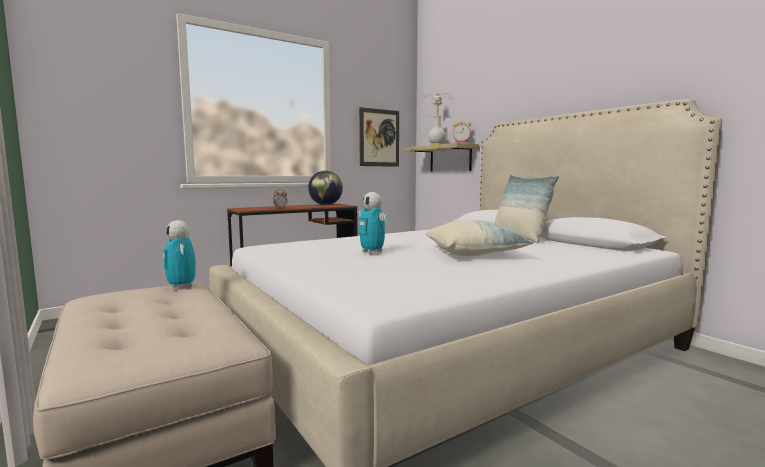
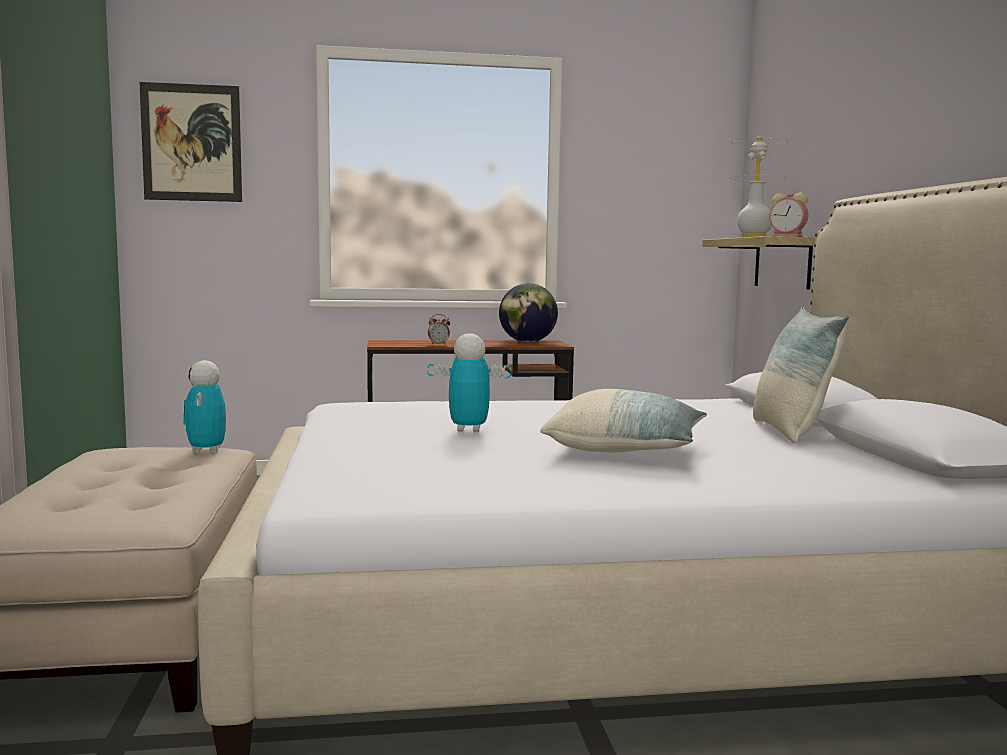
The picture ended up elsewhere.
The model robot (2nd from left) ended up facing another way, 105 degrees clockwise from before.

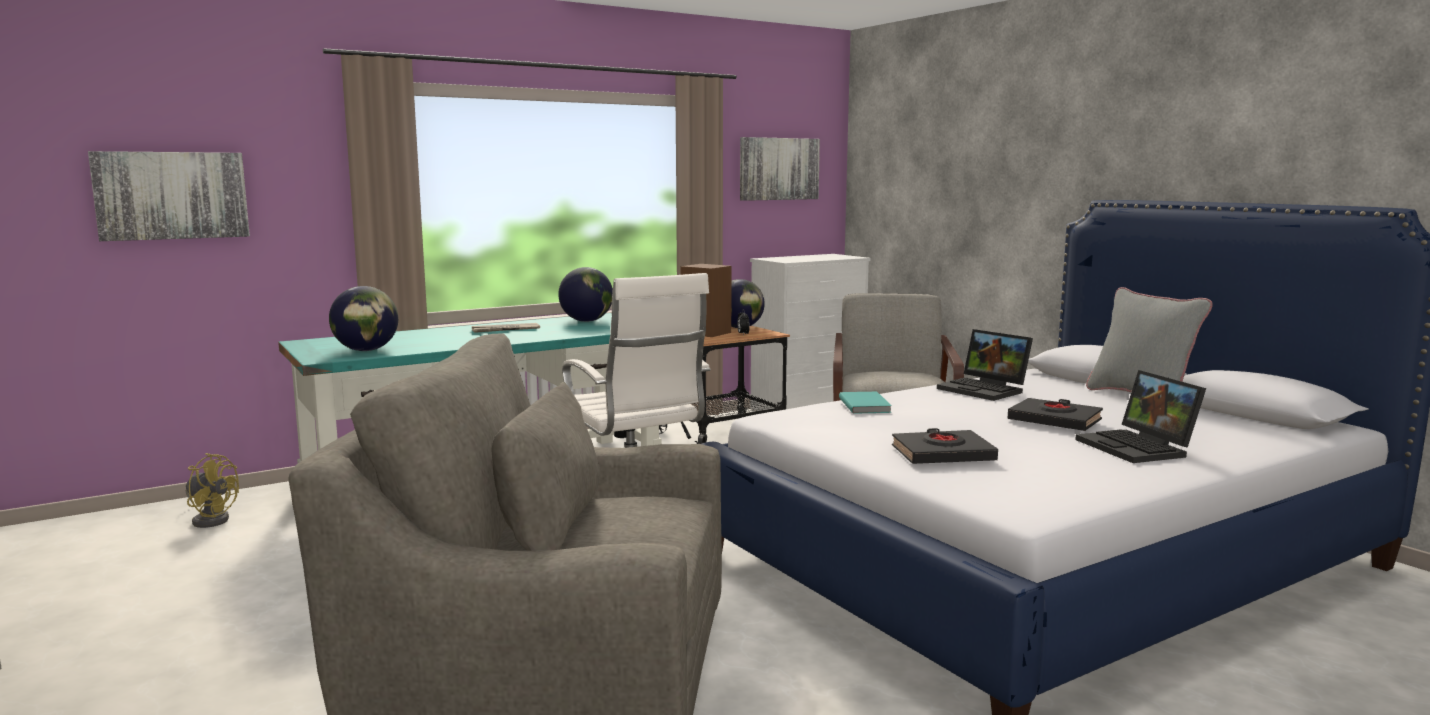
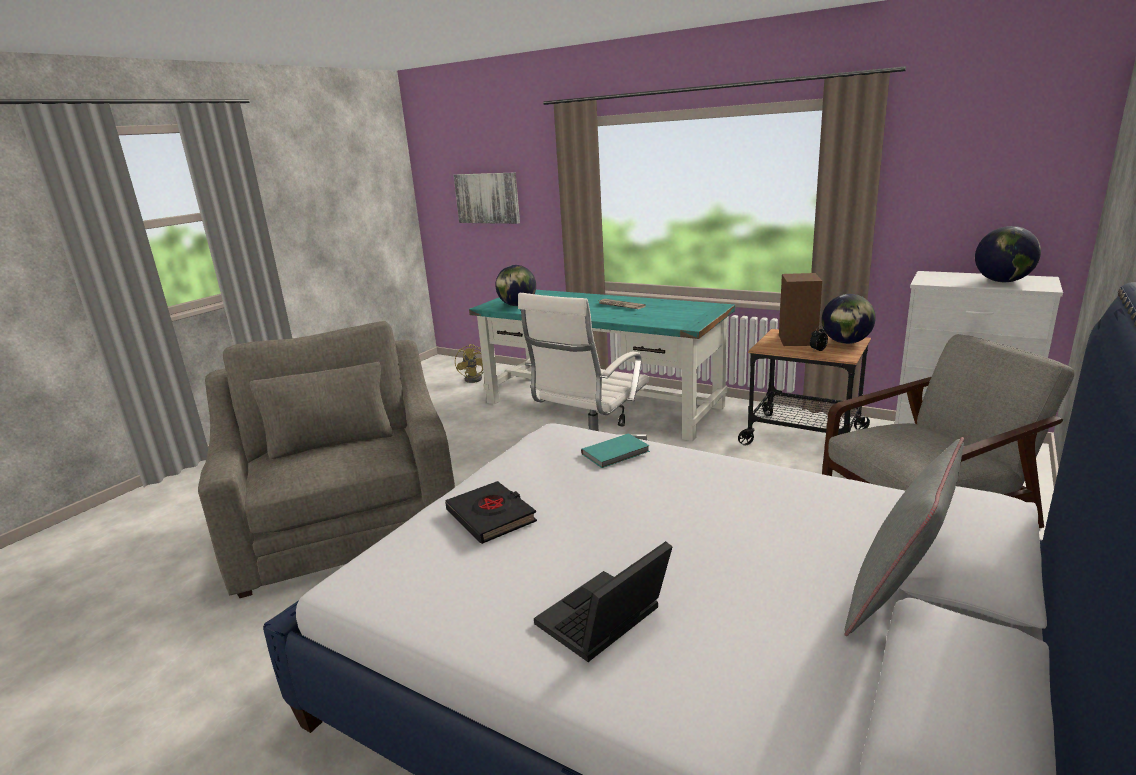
The second view lost the picture (2nd from left).
The second view lost the laptop (1st from left).
The second view lost the volume/black (2nd from left).
The world globe (2nd from left in the first image) ended up elsewhere.

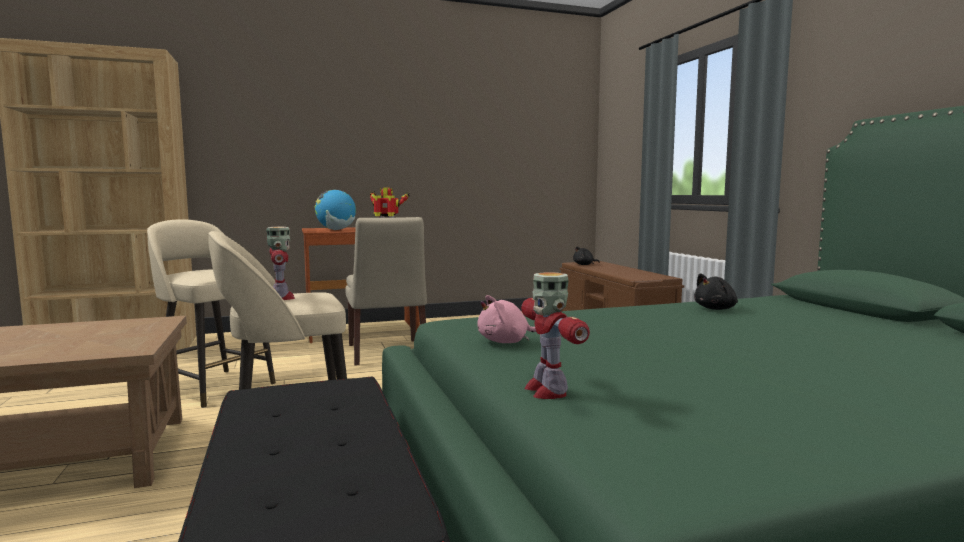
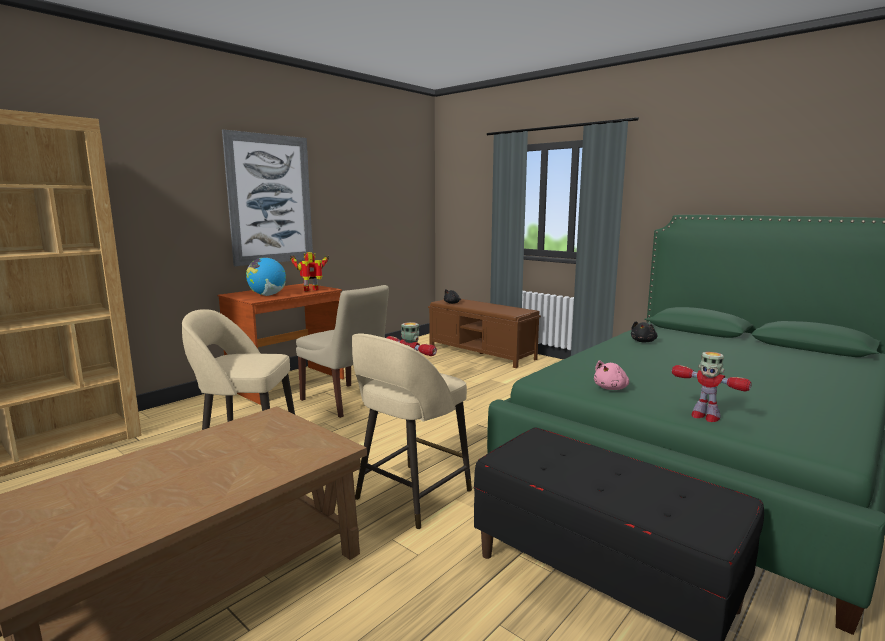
The second view gained the picture.

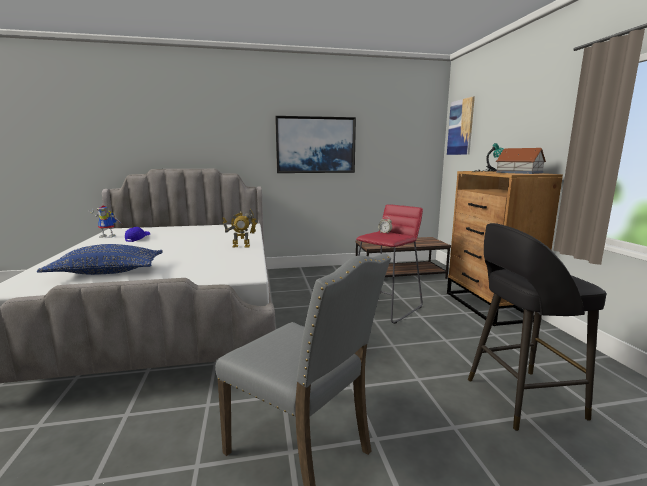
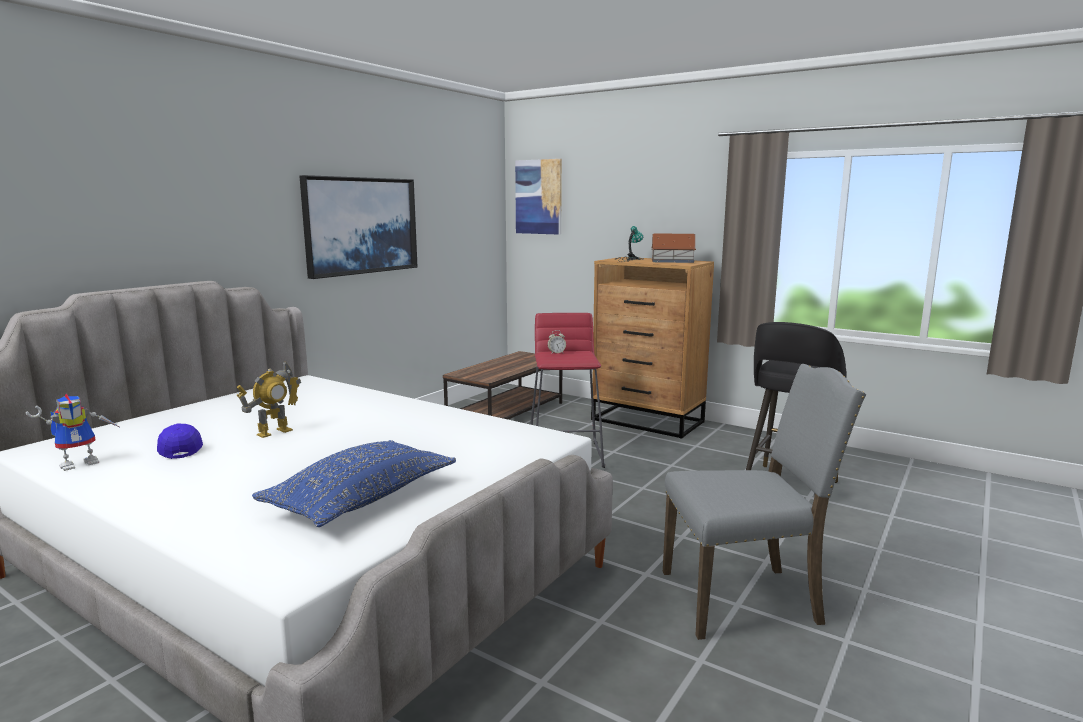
The model robot (2nd from left) ended up elsewhere.

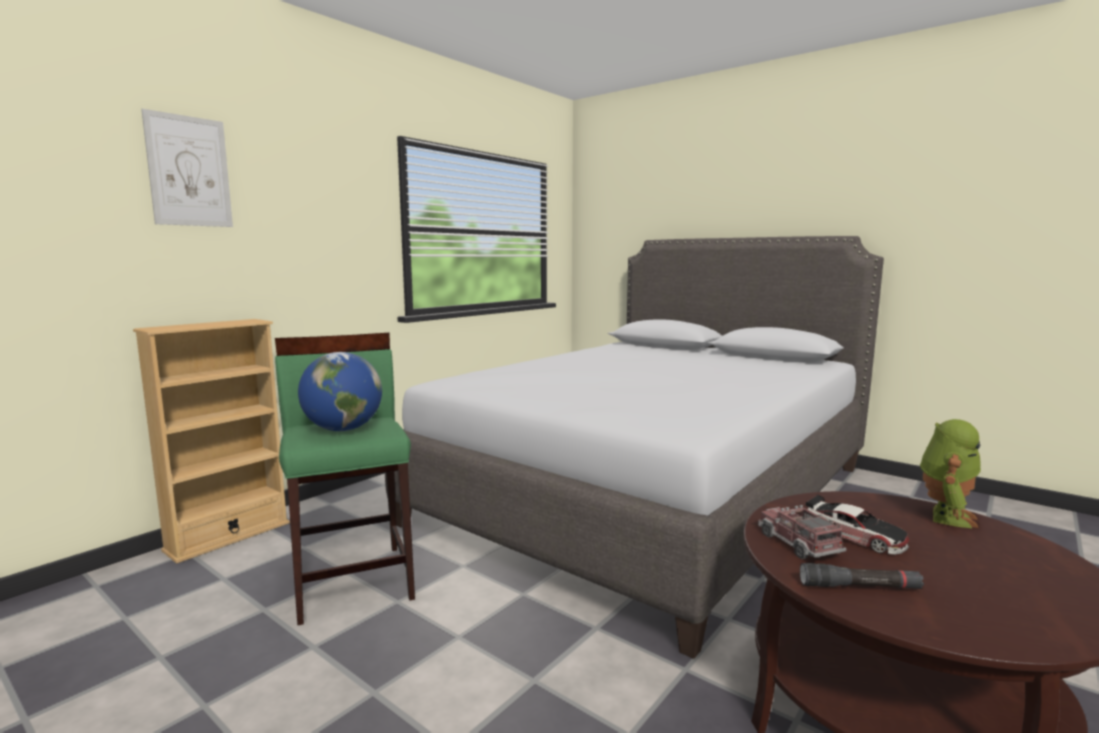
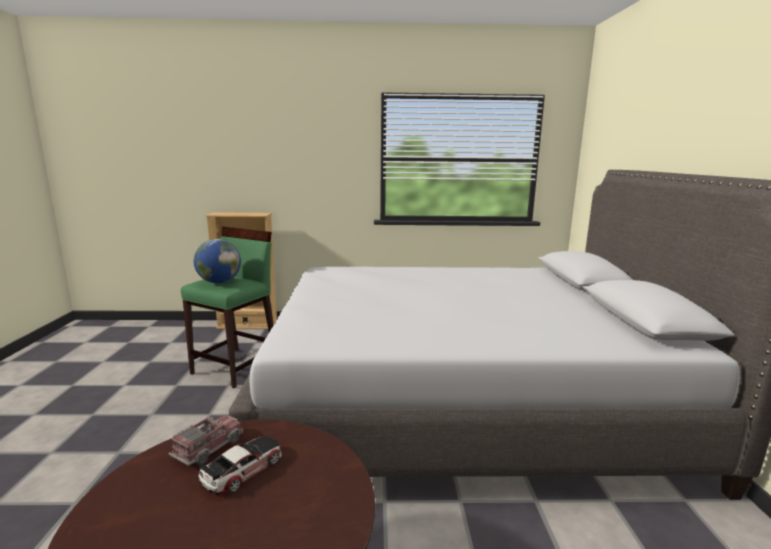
The second view lost the picture.
The second view lost the flashlight/black.
The second view lost the model robot.
The miniature car ended up facing another way, 150 degrees counterclockwise from before.

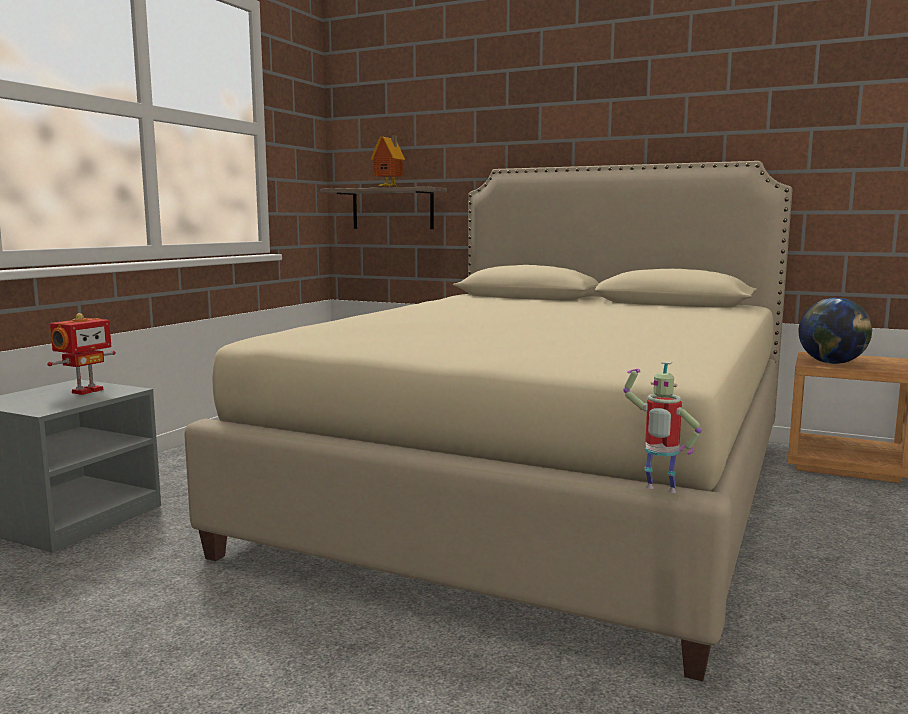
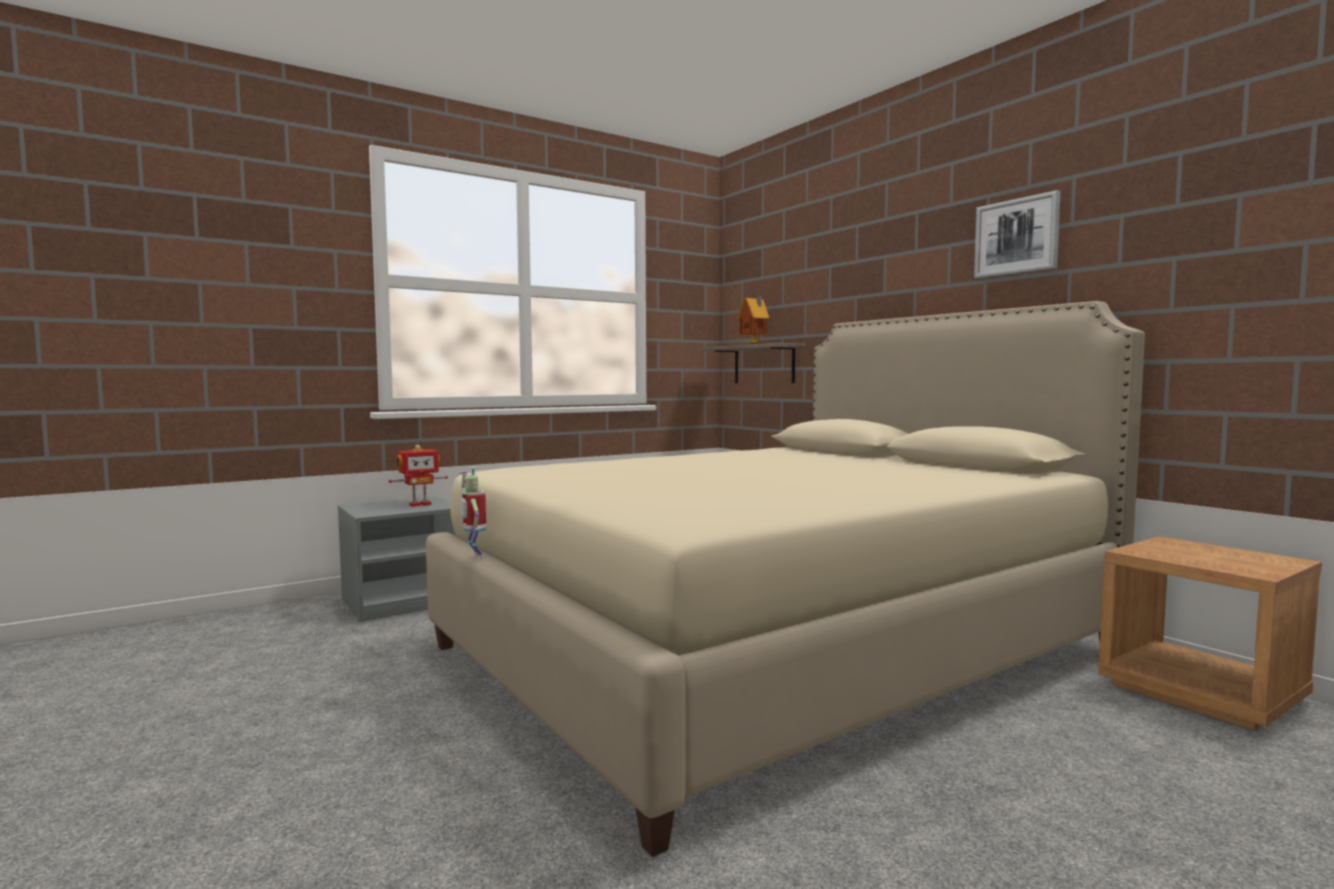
The second view lost the world globe.
The second view gained the picture.
The model robot (2nd from left) ended up elsewhere.

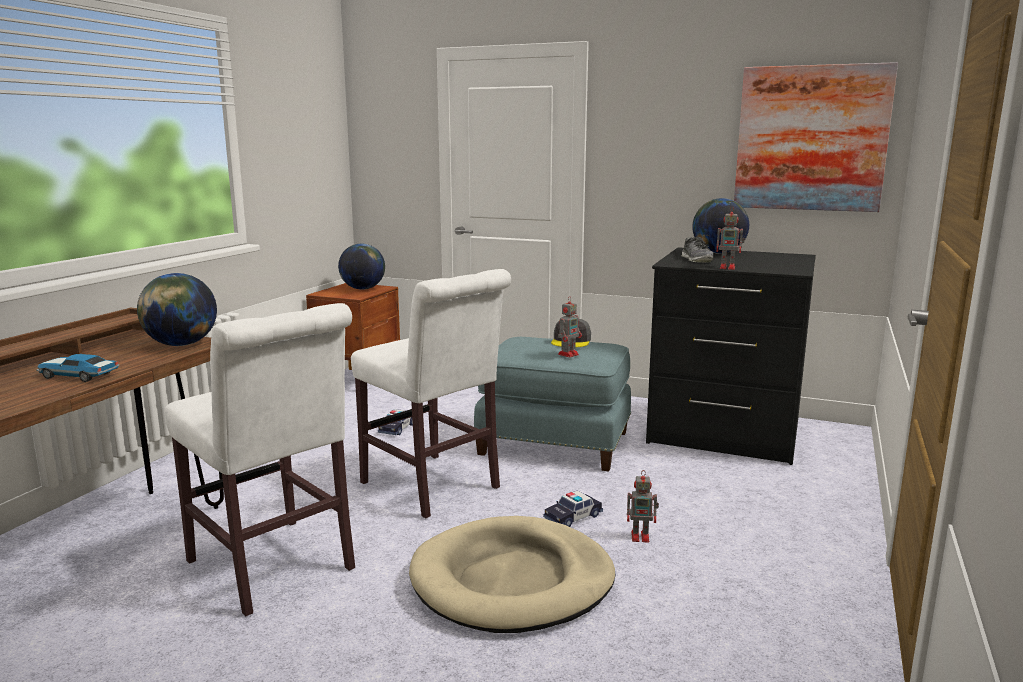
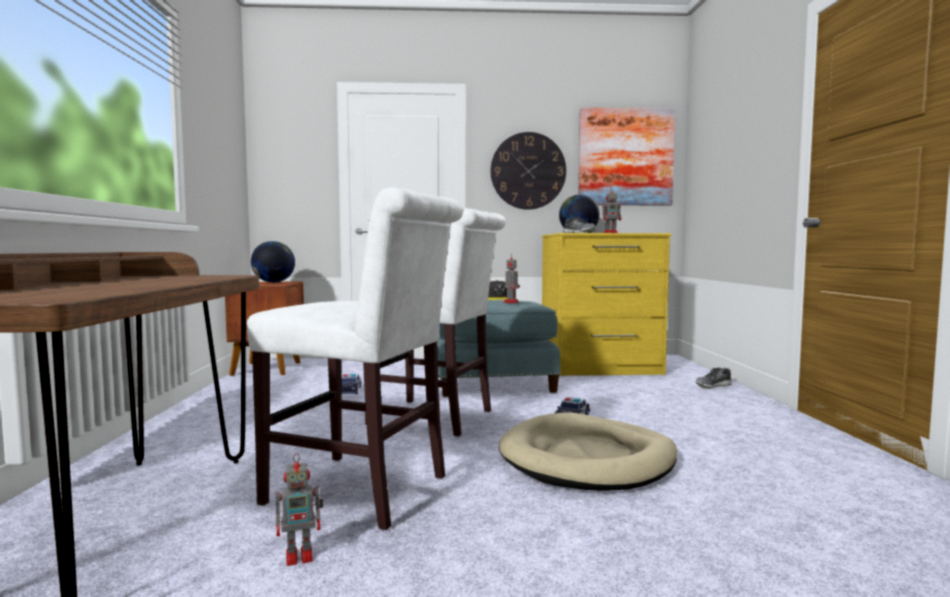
The second view lost the miniature car (1st from left).
The second view lost the world globe (1st from left).
The second view gained the hanging clock.
The second view gained the item of footwear (2nd from left).
The model robot (2nd from left in the first image) ended up elsewhere.
What was the chest of drawers/black turned into the chest of drawers/yellow.

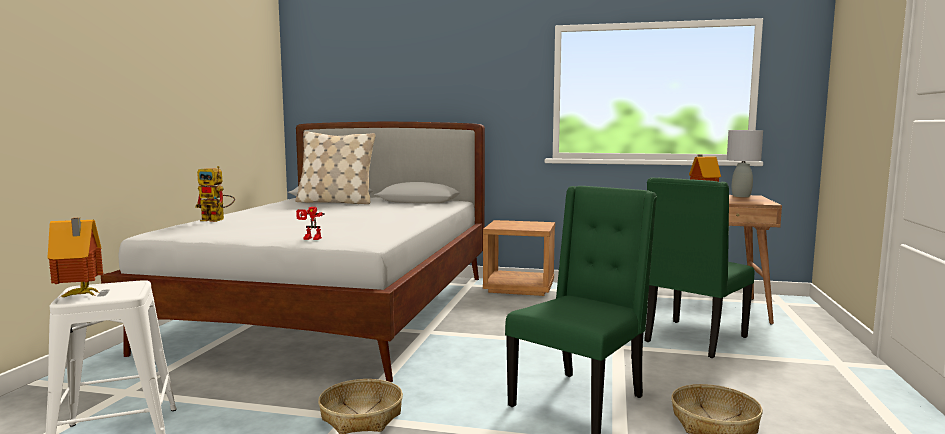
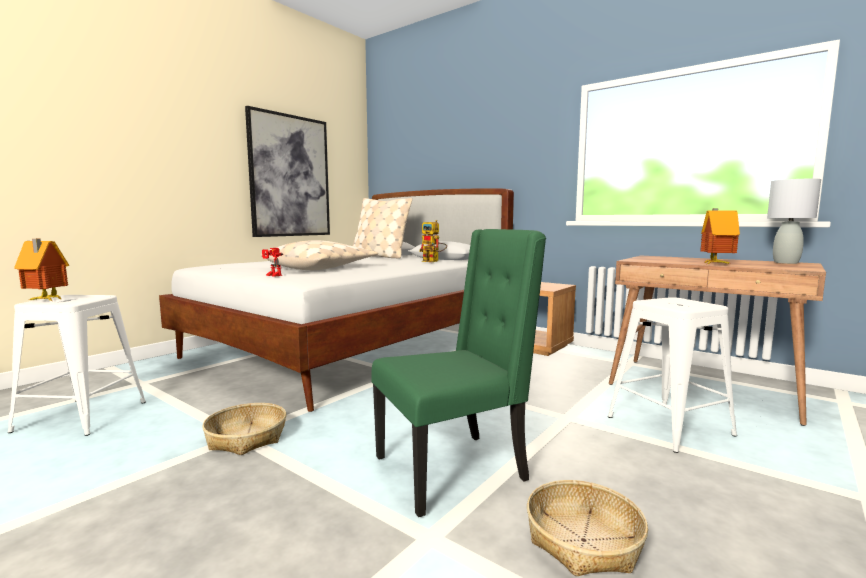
The second view gained the picture.
The second view gained the throw pillow/beige (1st from left).
The model robot (1st from left in the first image) ended up elsewhere.
Where the chair/greenish (2nd from left) stood, the stool/whitish (2nd from left) came to stand.

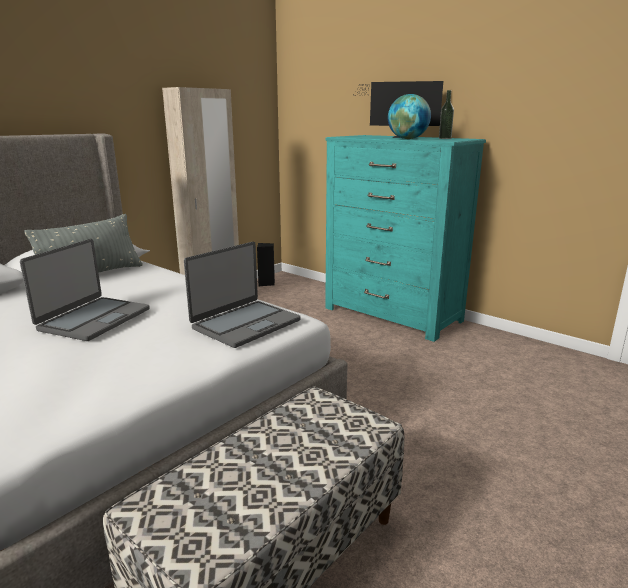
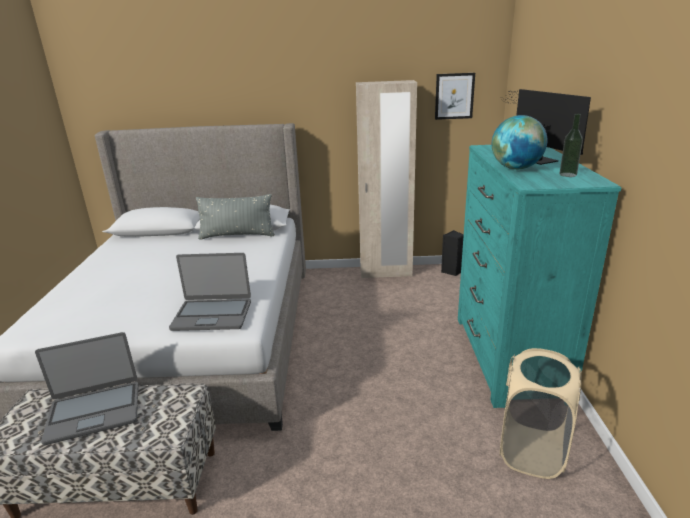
The second view gained the picture.
The second view gained the laundry basket/beige.
The laptop (1st from left) ended up elsewhere.

